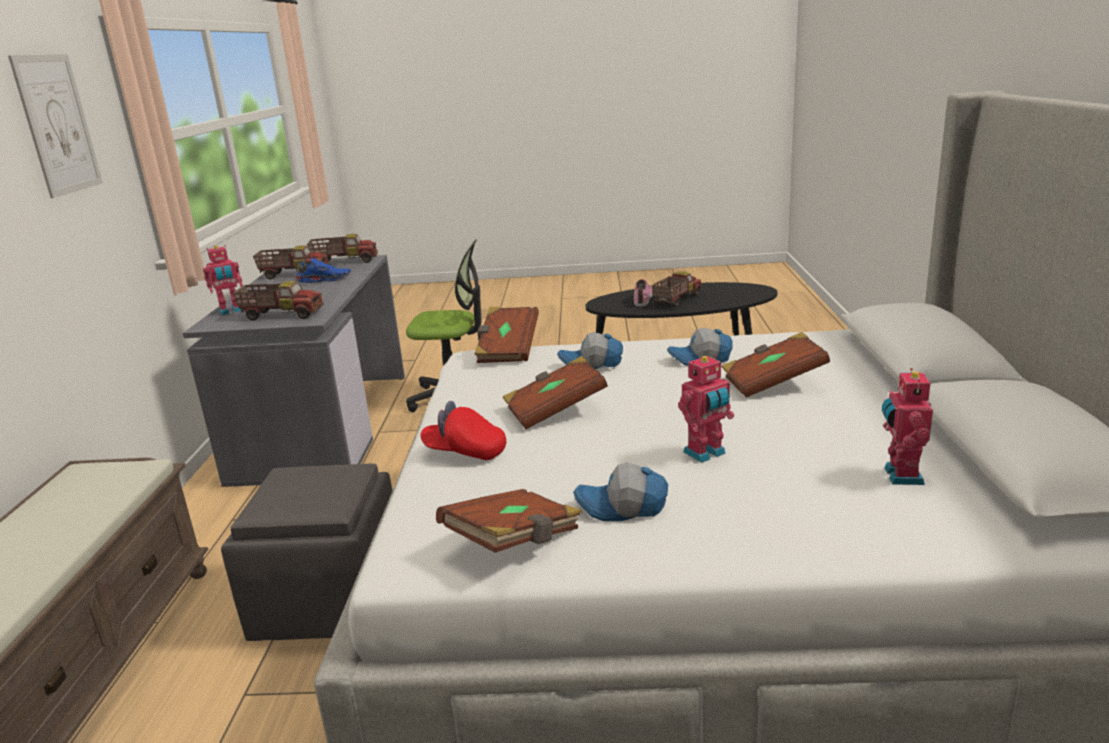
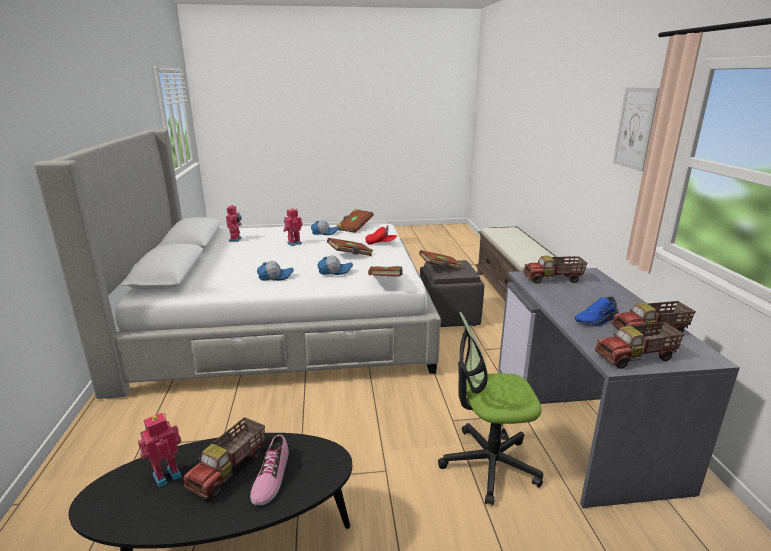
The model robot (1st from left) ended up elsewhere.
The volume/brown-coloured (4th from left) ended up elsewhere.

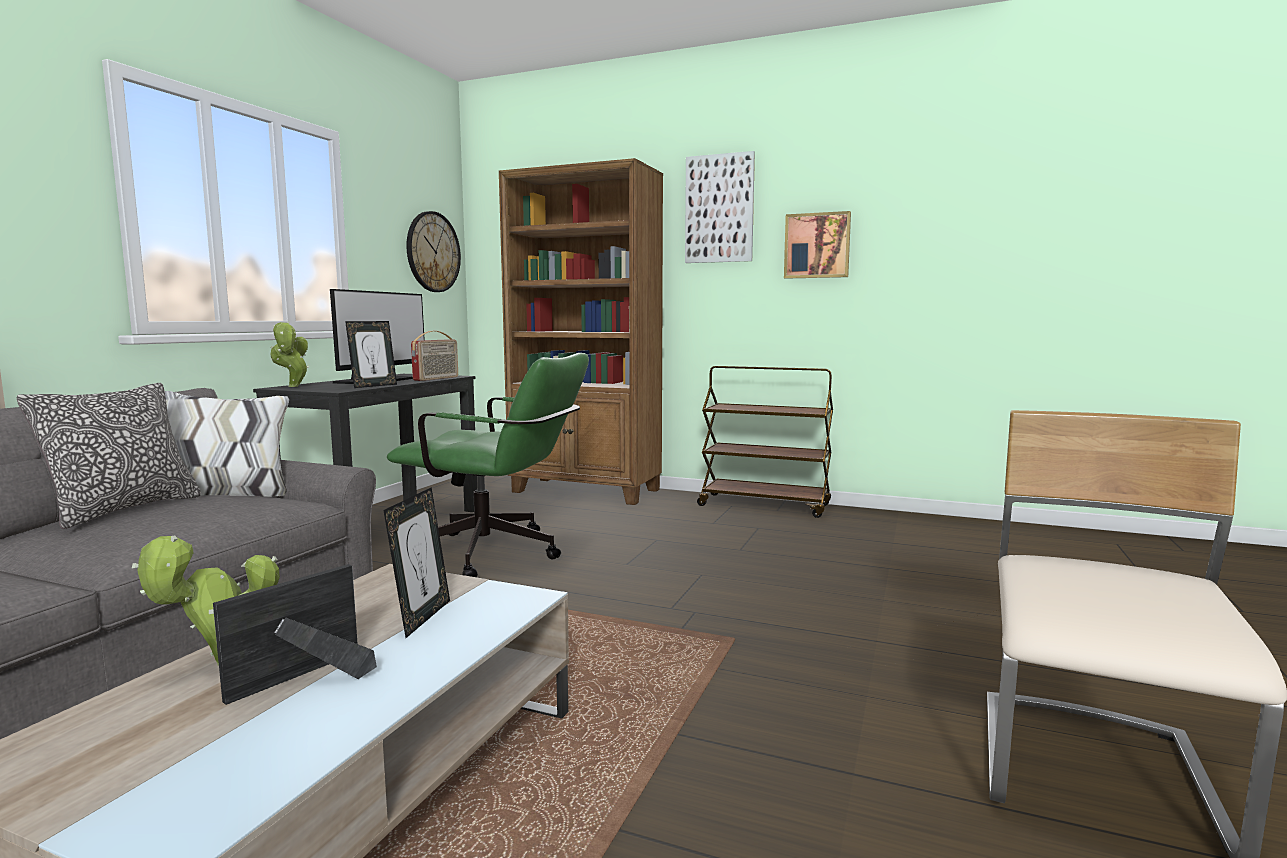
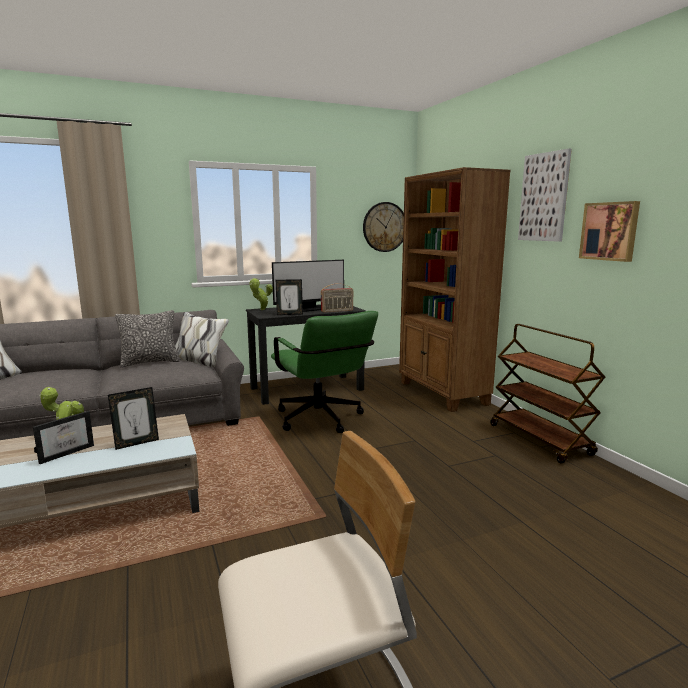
The picture frame (1st from left) ended up facing another way, 135 degrees clockwise from before.

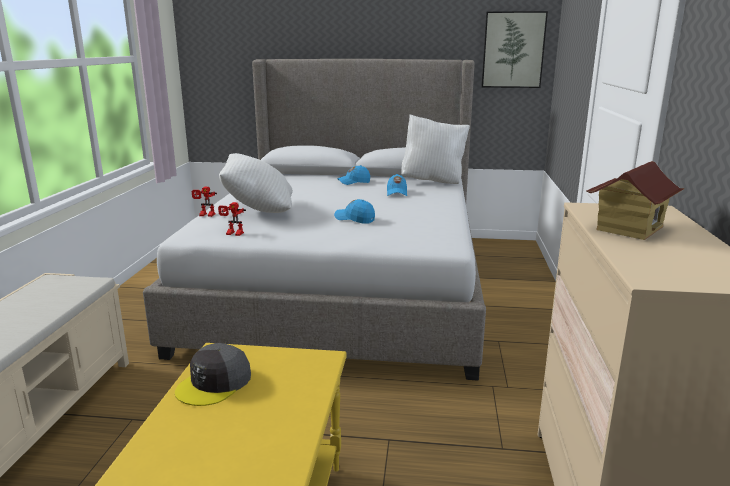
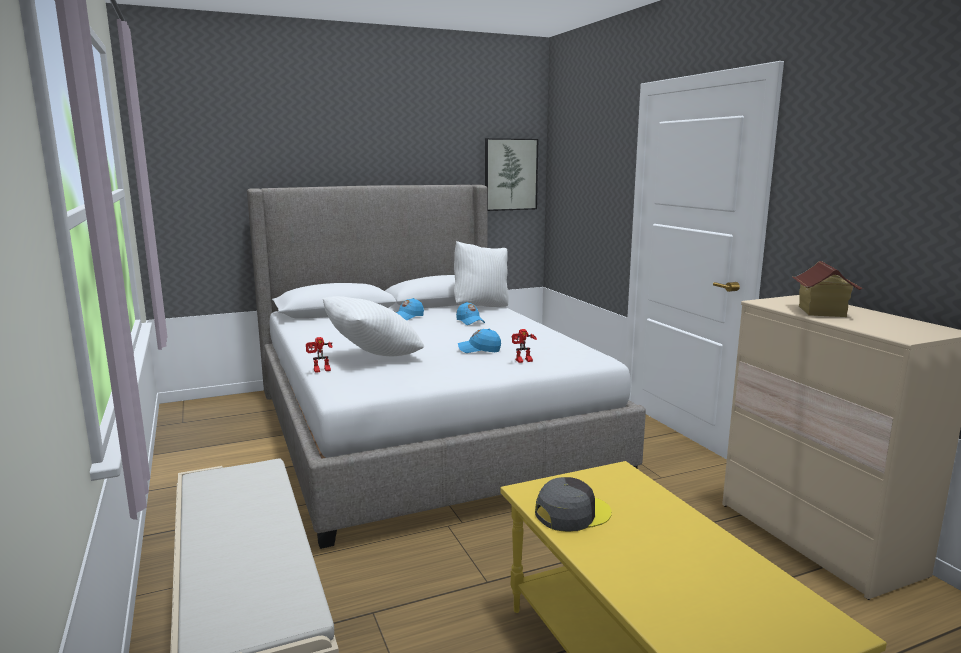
The model robot (2nd from left) ended up elsewhere.
The cap/greyish ended up facing another way, 120 degrees counterclockwise from before.

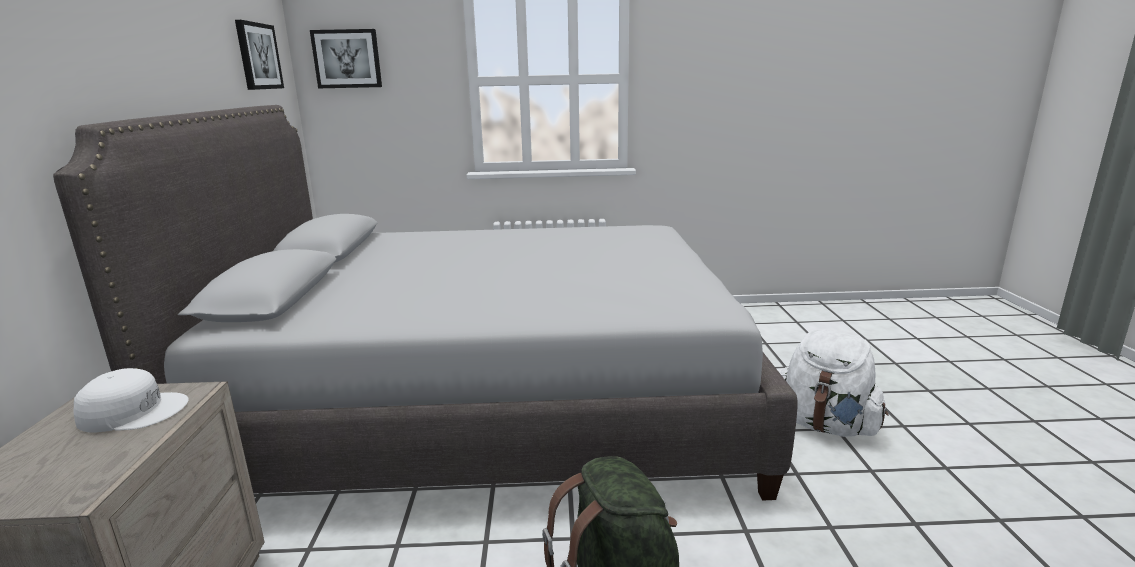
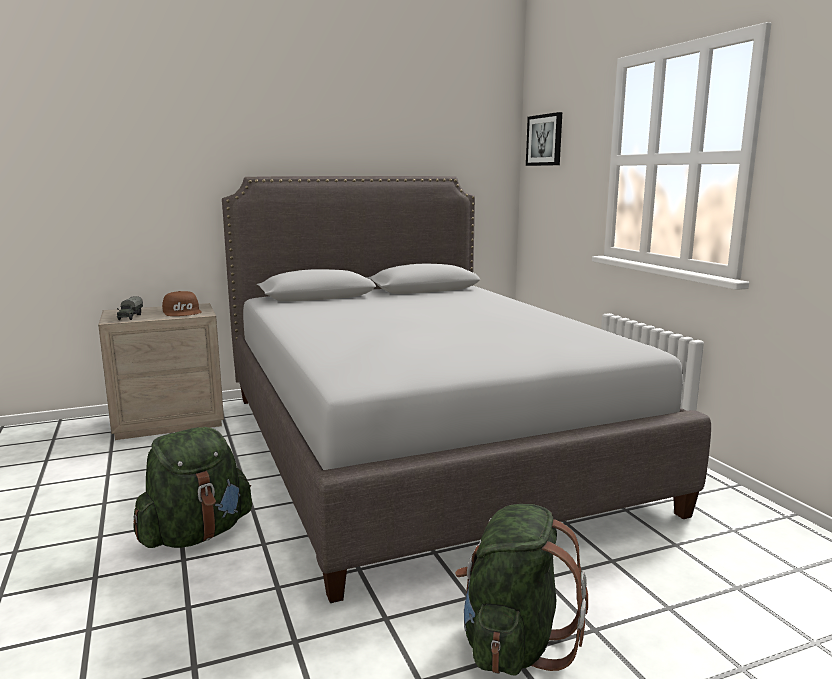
The second view lost the picture (1st from left).
The second view gained the toy lorry.
What was the cap/whitish turned into the cap/brown-coloured.
What was the rucksack/whitish turned into the rucksack/greenish (2nd from left).

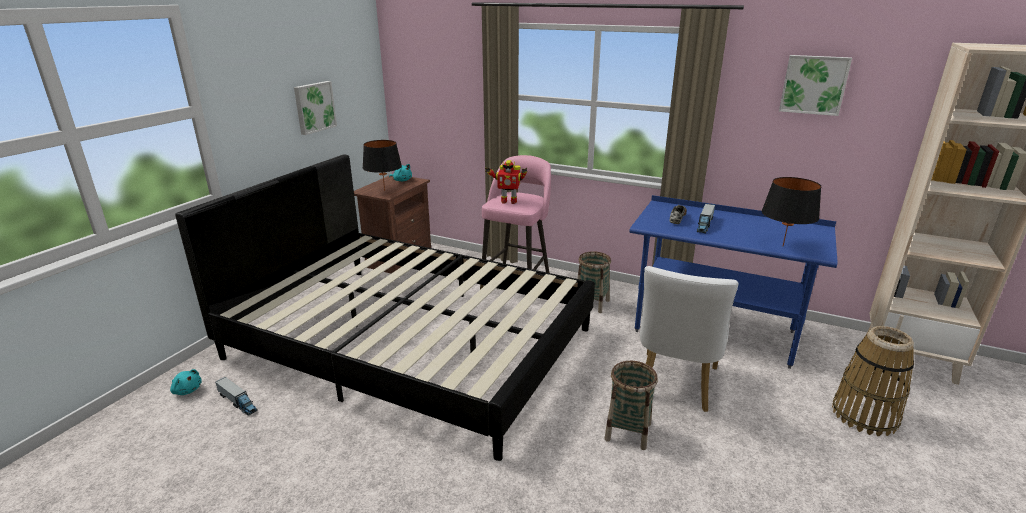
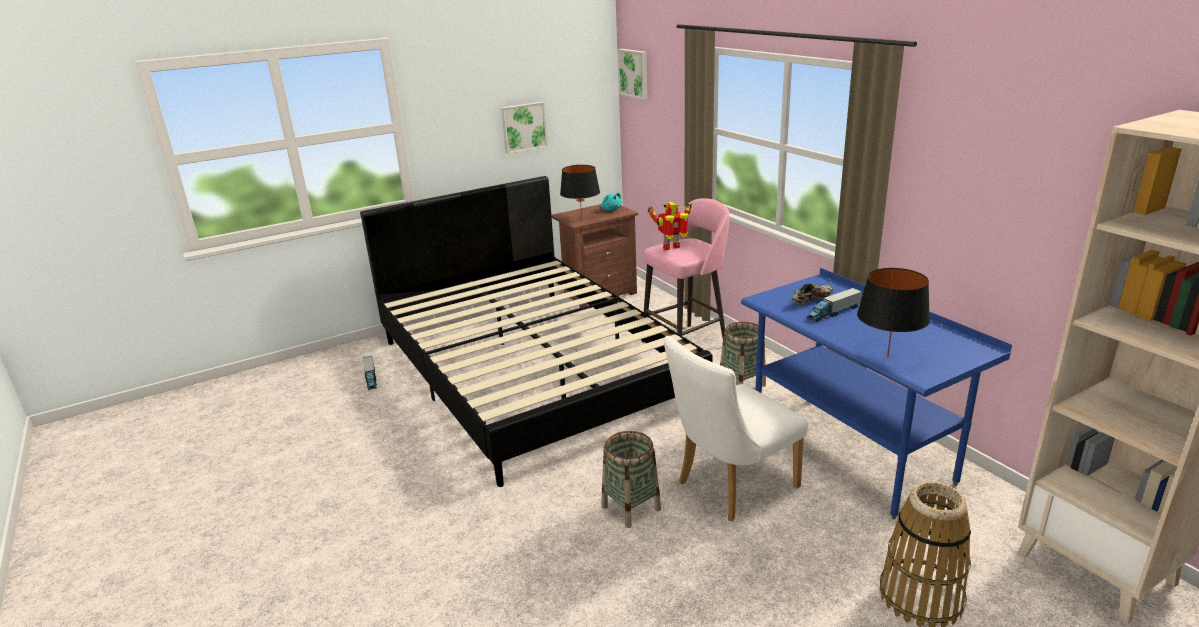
The second view lost the cuddly toy/turquoise (1st from left).
The picture (2nd from left) ended up elsewhere.
The model robot ended up facing another way, 120 degrees clockwise from before.

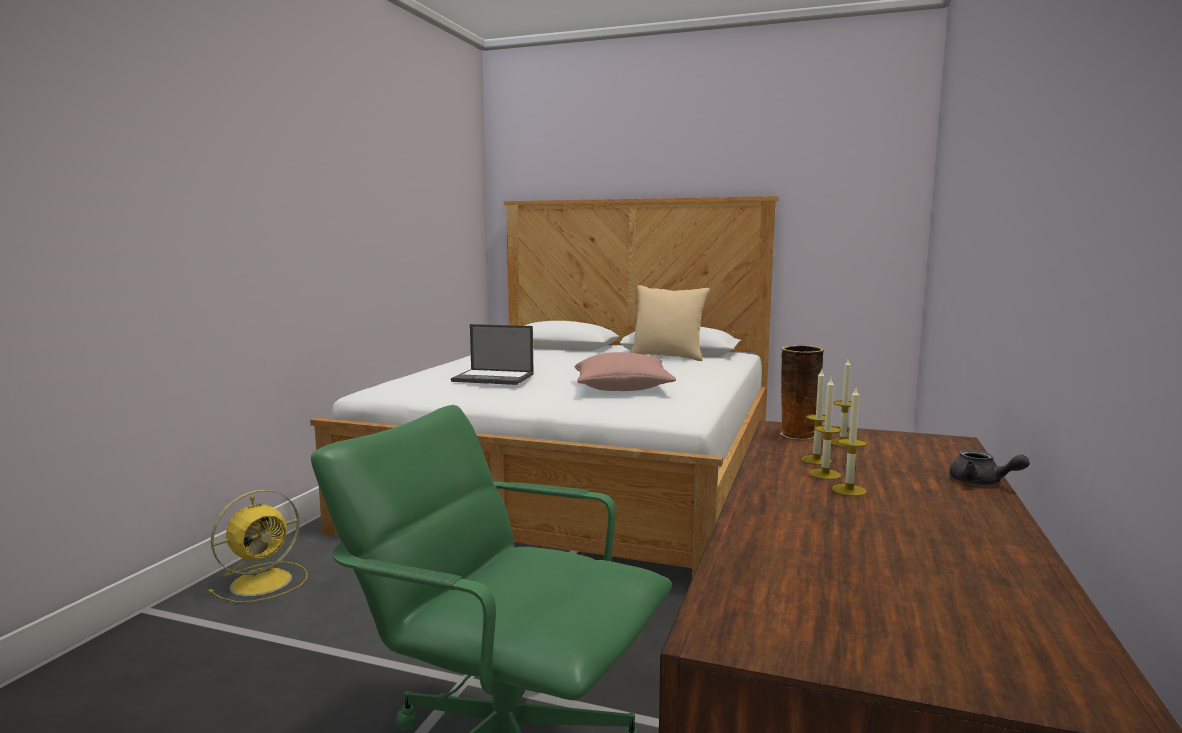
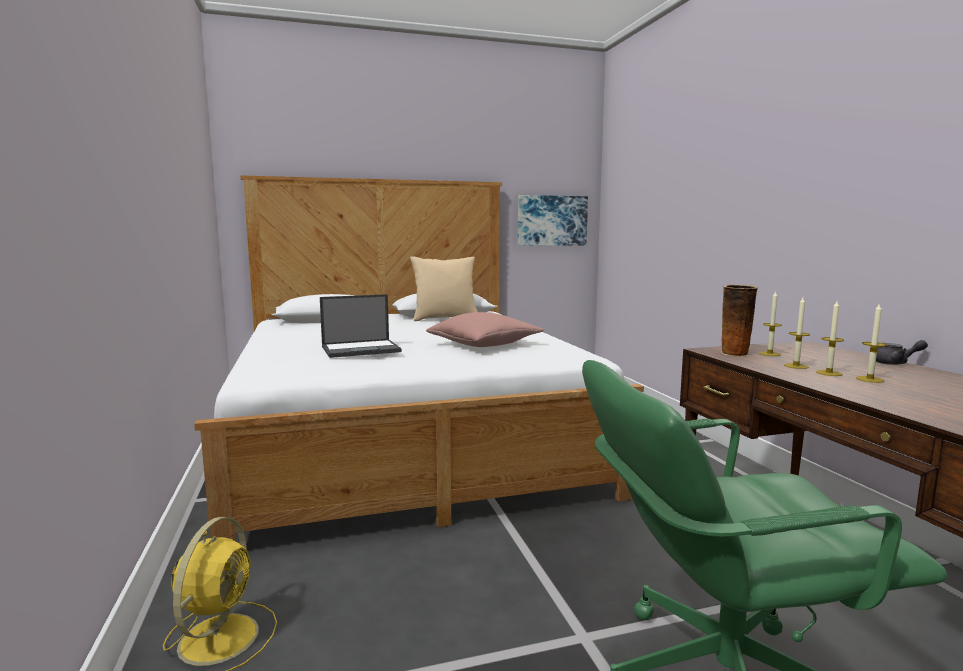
The second view gained the picture.

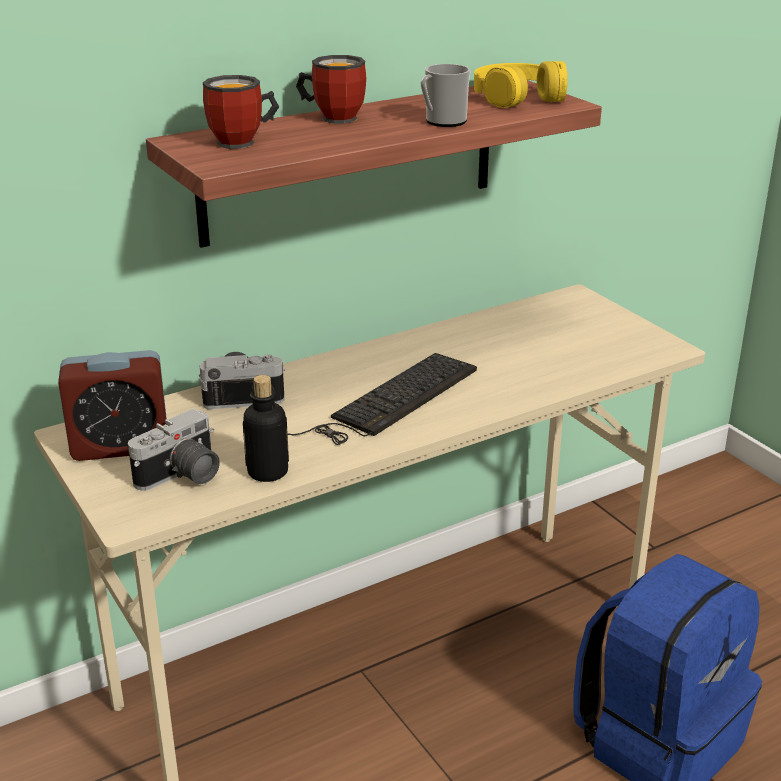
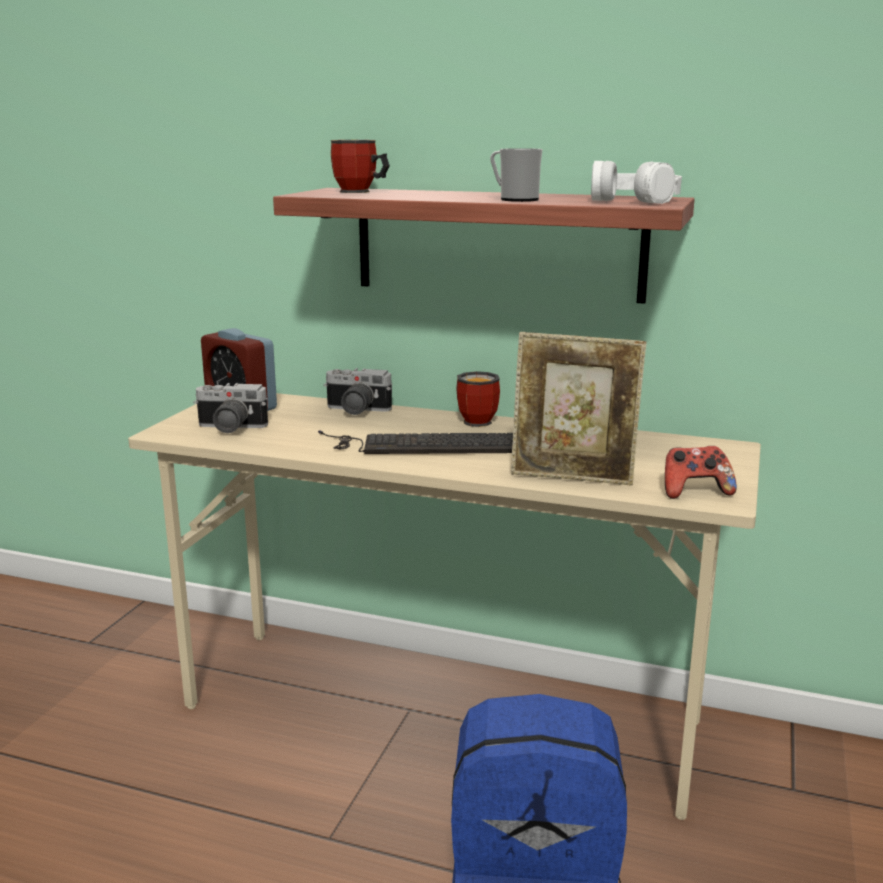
The second view lost the bottle.
The second view gained the picture frame.
The second view gained the game controller.
The mug (2nd from left) ended up elsewhere.
What was the pair of headphones/yellow turned into the pair of headphones/whitish.
The still camera (2nd from left) ended up facing another way, 150 degrees clockwise from before.

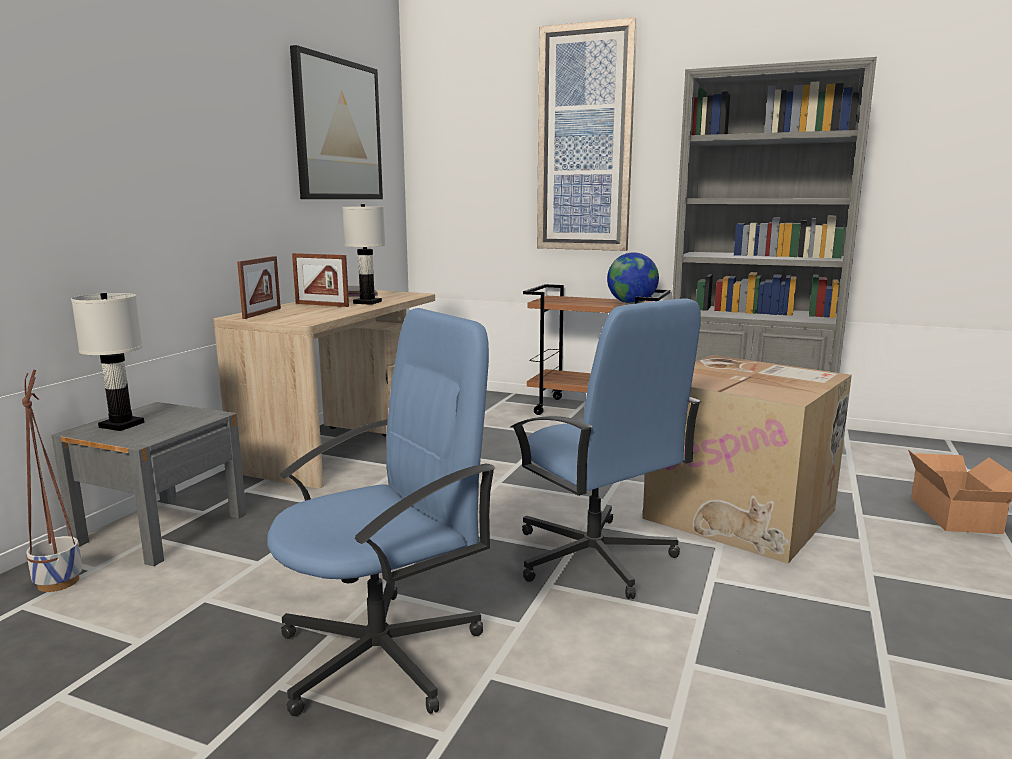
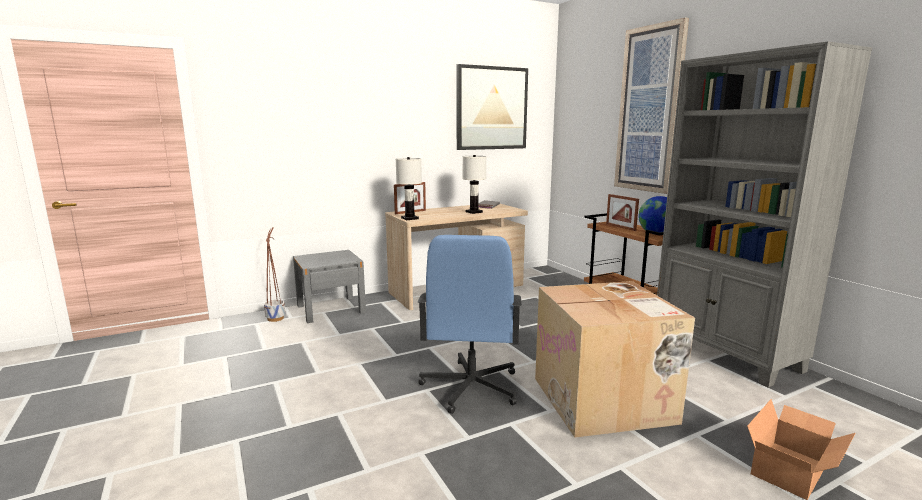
The second view lost the desk chair/blue (1st from left).
The lamp for a table/whitish (1st from left) ended up elsewhere.
The picture frame (2nd from left) ended up elsewhere.

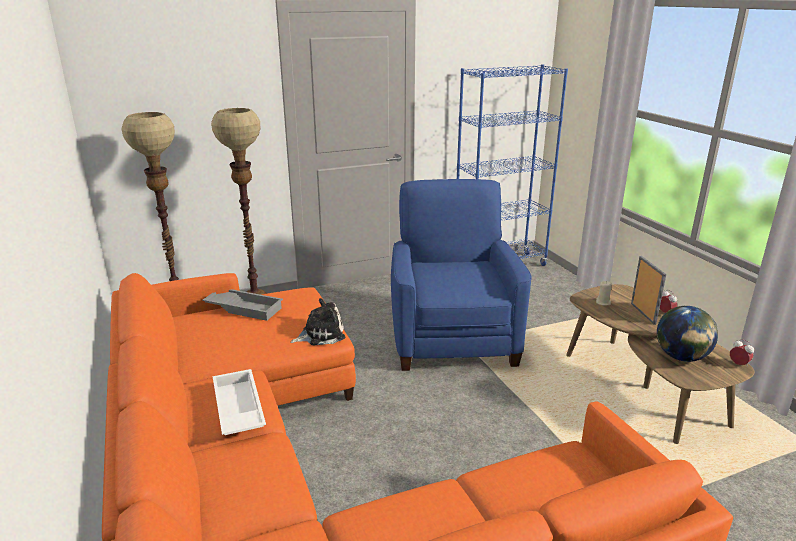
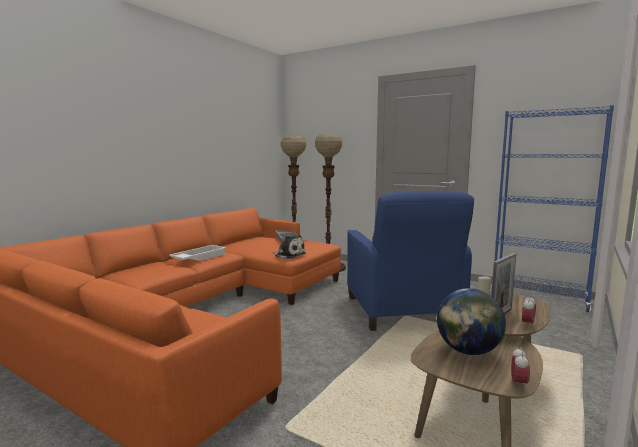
The lounge chair/blue ended up facing another way, 120 degrees clockwise from before.

